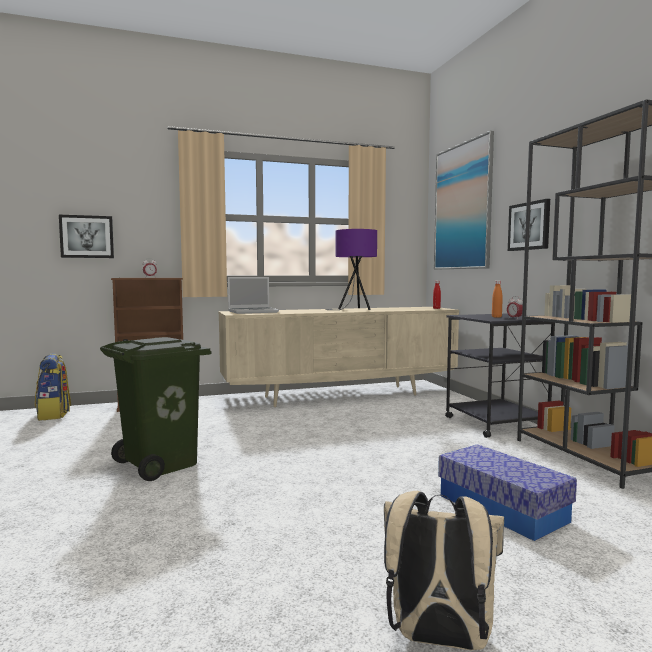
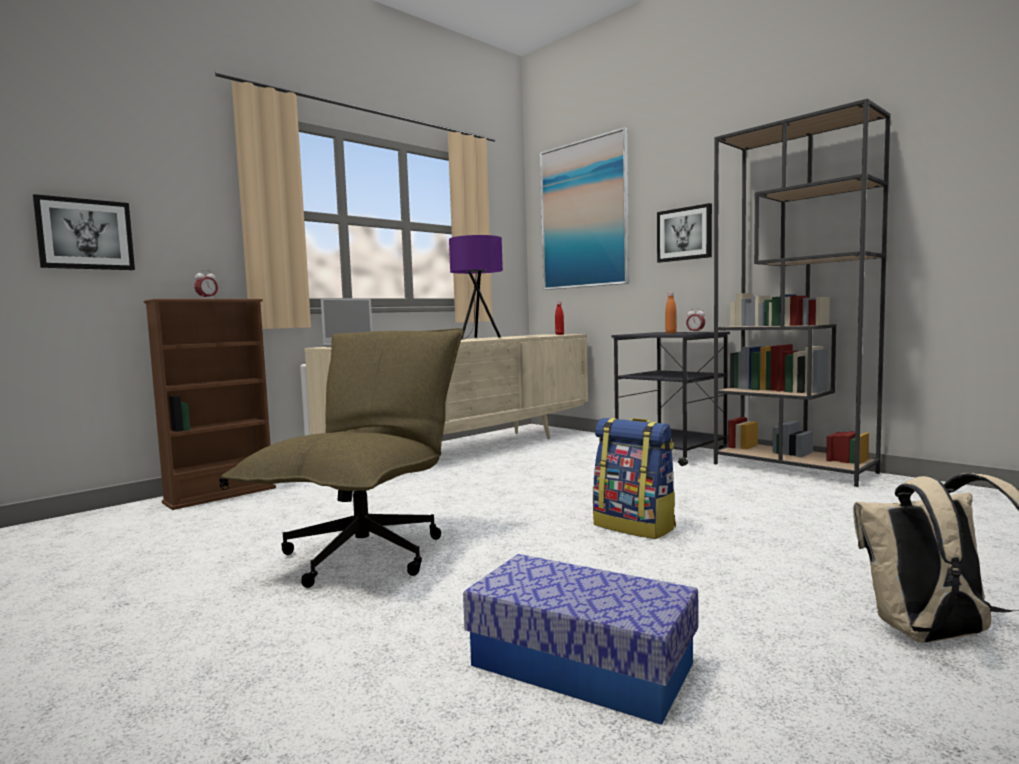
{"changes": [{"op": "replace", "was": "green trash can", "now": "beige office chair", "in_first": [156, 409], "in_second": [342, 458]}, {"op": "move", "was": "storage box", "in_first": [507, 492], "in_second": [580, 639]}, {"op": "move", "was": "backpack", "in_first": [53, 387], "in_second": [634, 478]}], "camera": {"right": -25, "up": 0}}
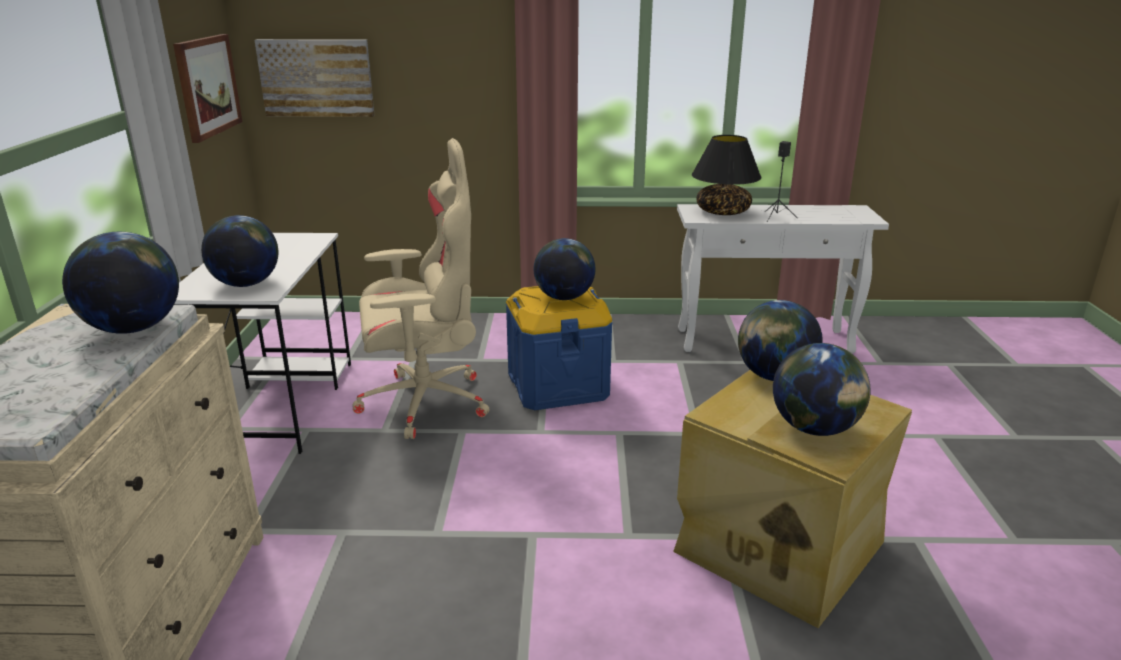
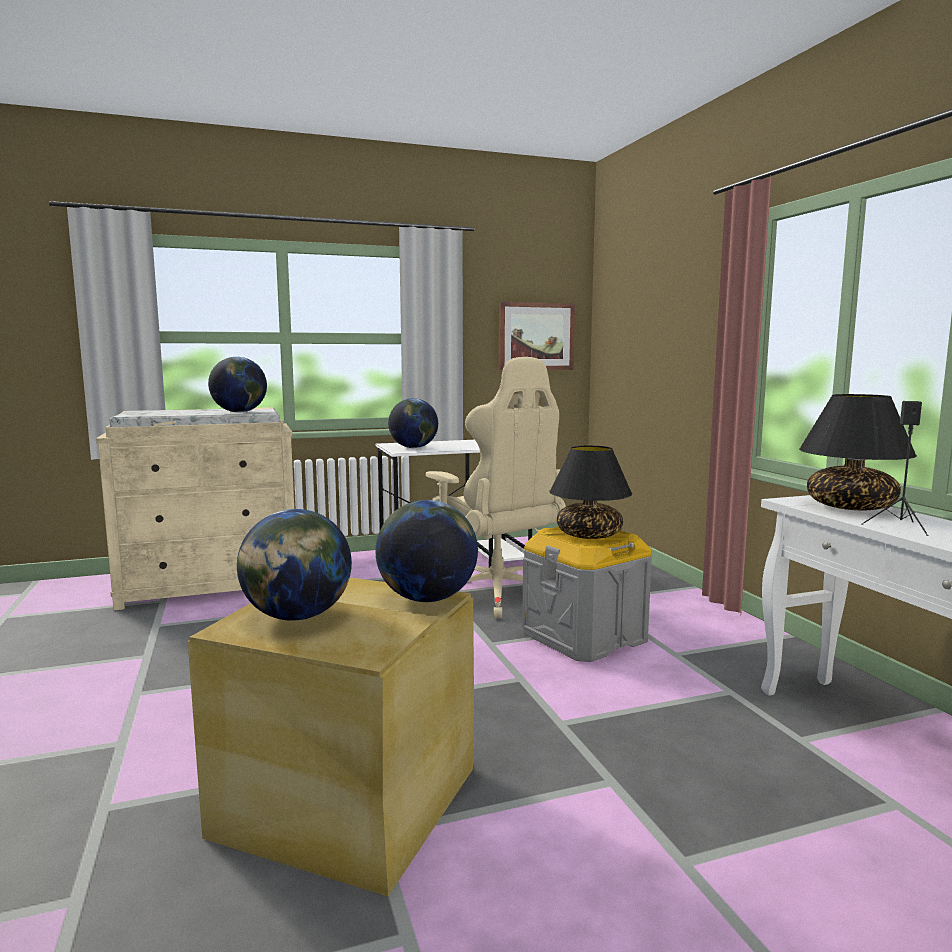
{"changes": [{"op": "recolor", "was": "blue storage box", "now": "grey storage box", "in_first": [559, 348], "in_second": [587, 594]}, {"op": "replace", "was": "globe", "now": "black table lamp", "in_first": [564, 269], "in_second": [590, 492]}, {"op": "delete", "was": "picture", "in_first": [315, 78]}], "camera": {"right": 70, "up": -15}}
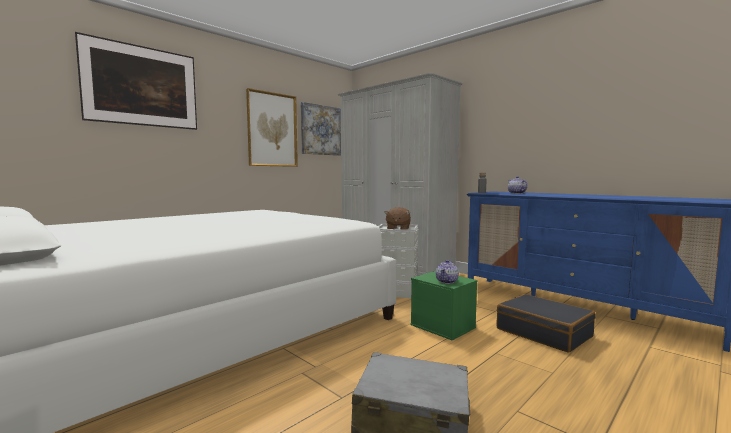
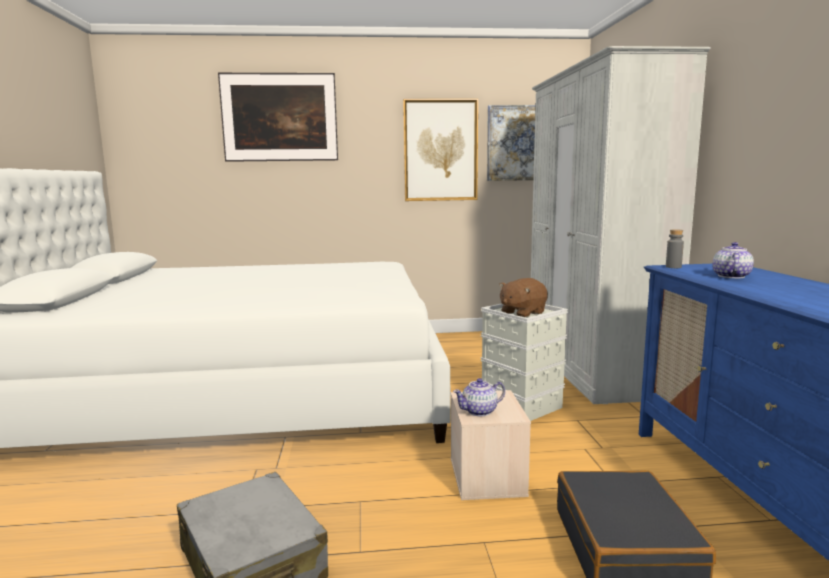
{"changes": [{"op": "recolor", "was": "green storage box", "now": "beige storage box", "in_first": [443, 306], "in_second": [491, 445]}], "camera": {"right": 40, "up": 5}}
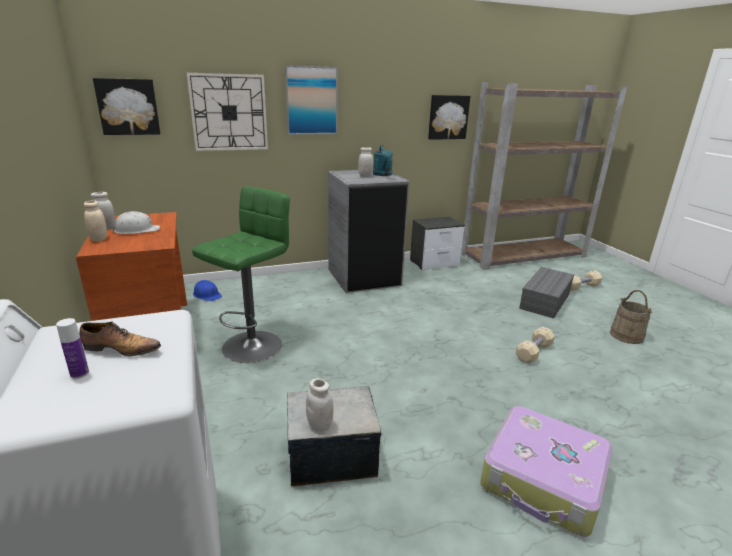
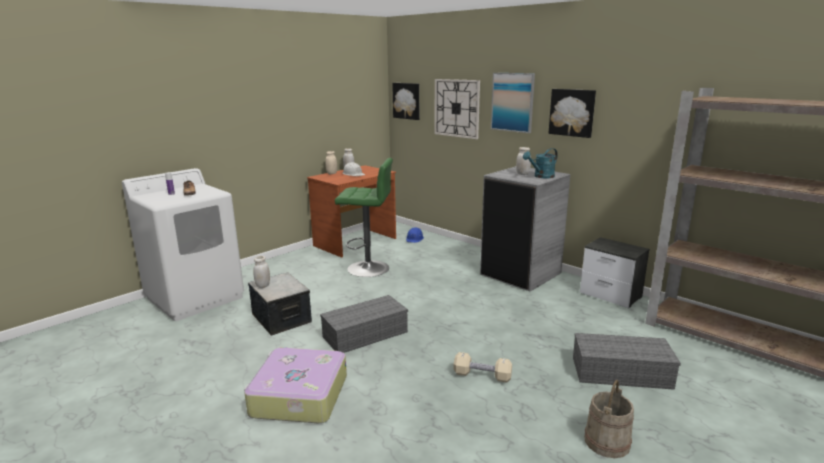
{"changes": [{"op": "insert", "now": "grey storage box", "in_second": [364, 324]}, {"op": "move", "was": "picture", "in_first": [449, 117], "in_second": [572, 113]}, {"op": "delete", "was": "beige dumbbell", "in_first": [586, 280]}], "camera": {"right": 65, "up": -5}}
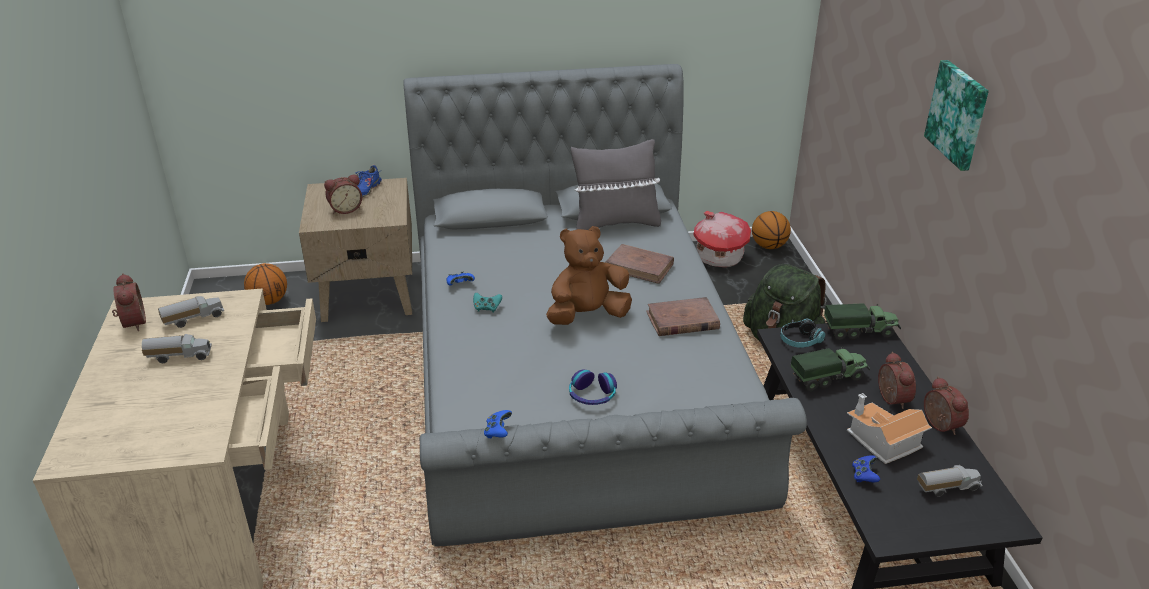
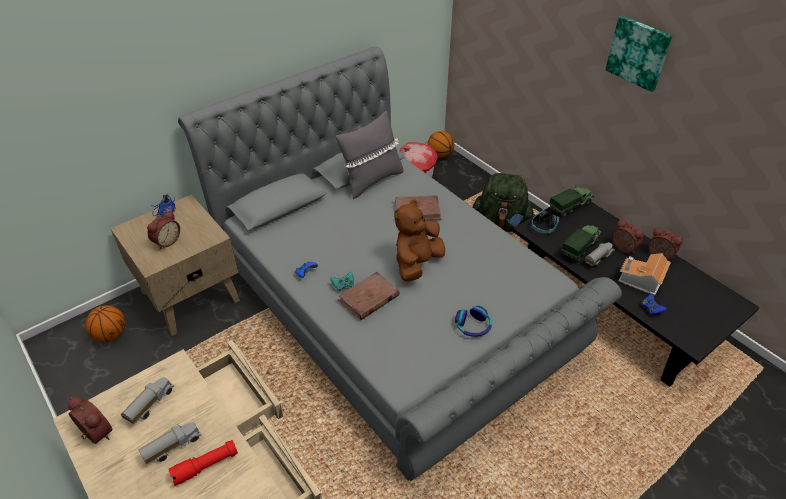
{"changes": [{"op": "insert", "now": "red flashlight", "in_second": [203, 463]}, {"op": "move", "was": "brown book", "in_first": [683, 316], "in_second": [369, 296]}, {"op": "move", "was": "toy truck", "in_first": [950, 481], "in_second": [600, 254]}, {"op": "delete", "was": "blue game controller", "in_first": [498, 424]}], "camera": {"right": -30, "up": 10}}
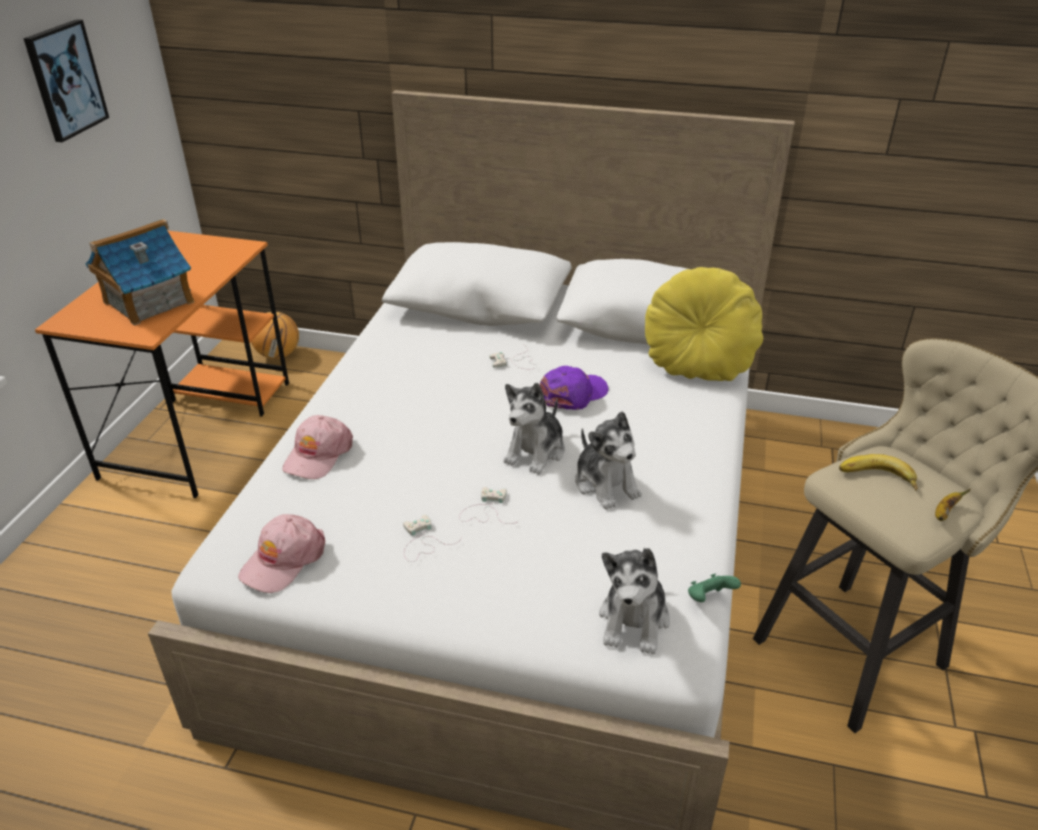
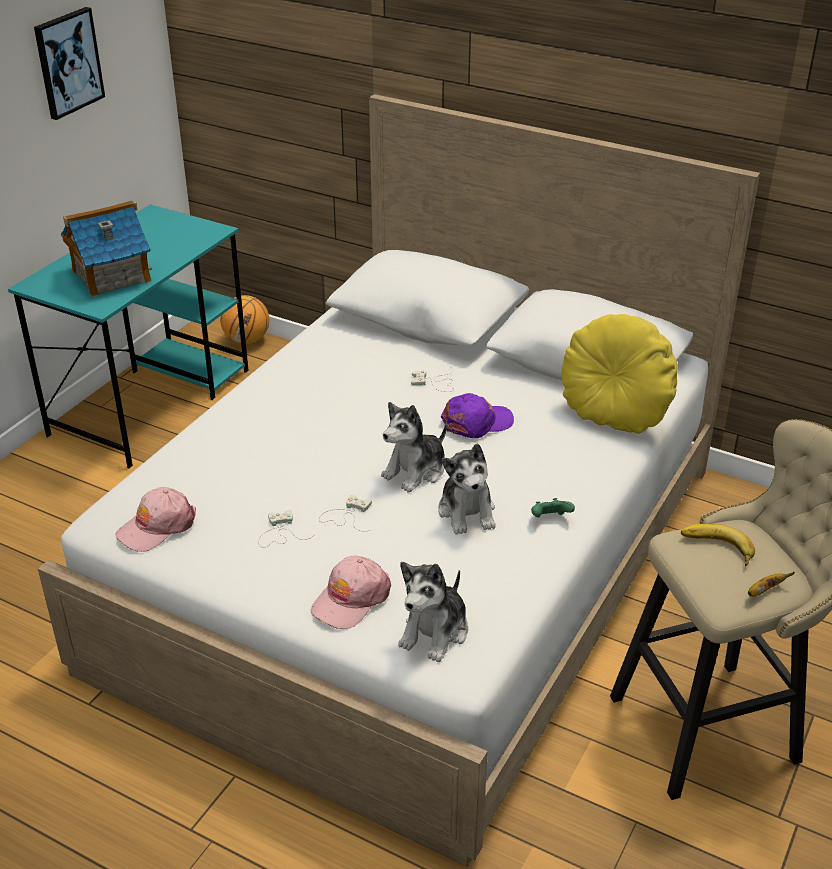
{"changes": [{"op": "recolor", "was": "orange desk", "now": "turquoise desk", "in_first": [162, 364], "in_second": [128, 336]}, {"op": "move", "was": "pink cap", "in_first": [317, 447], "in_second": [351, 592]}, {"op": "move", "was": "green game controller", "in_first": [714, 588], "in_second": [553, 507]}], "camera": {"right": 15, "up": 0}}
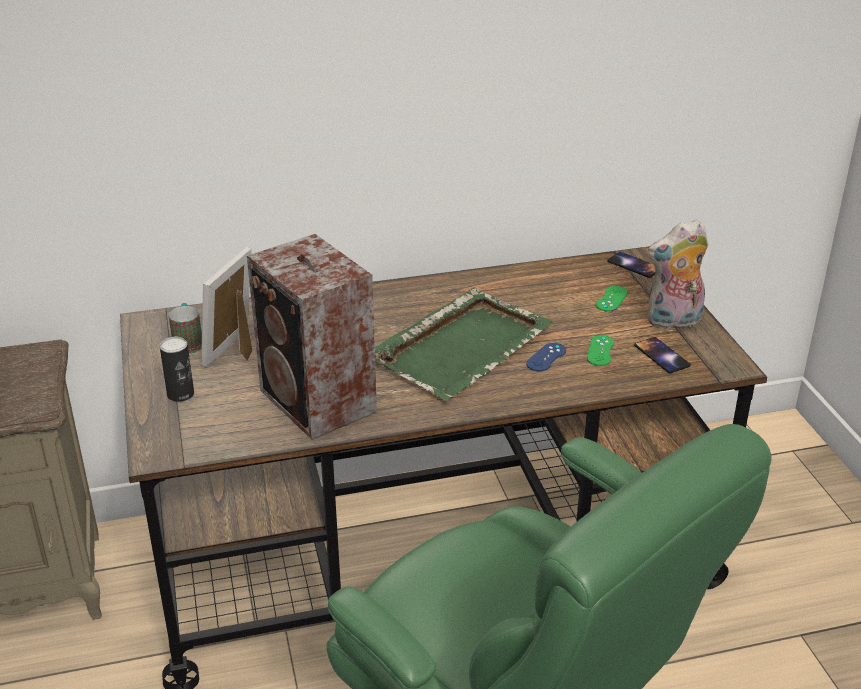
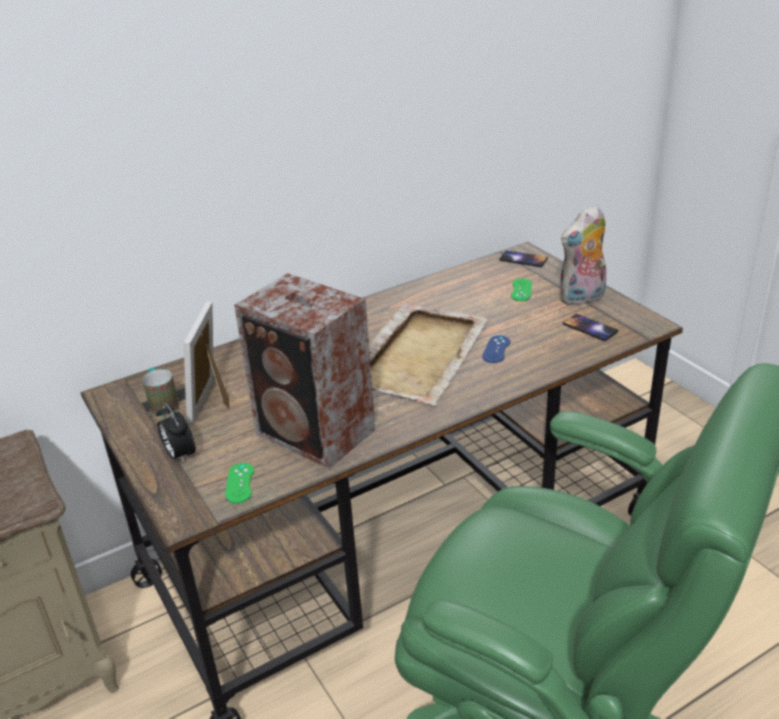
{"changes": [{"op": "replace", "was": "can", "now": "alarm clock", "in_first": [177, 369], "in_second": [176, 433]}, {"op": "move", "was": "green game controller", "in_first": [600, 350], "in_second": [239, 483]}, {"op": "recolor", "was": "green tray", "now": "beige tray", "in_first": [464, 344], "in_second": [428, 354]}], "camera": {"right": -15, "up": 0}}
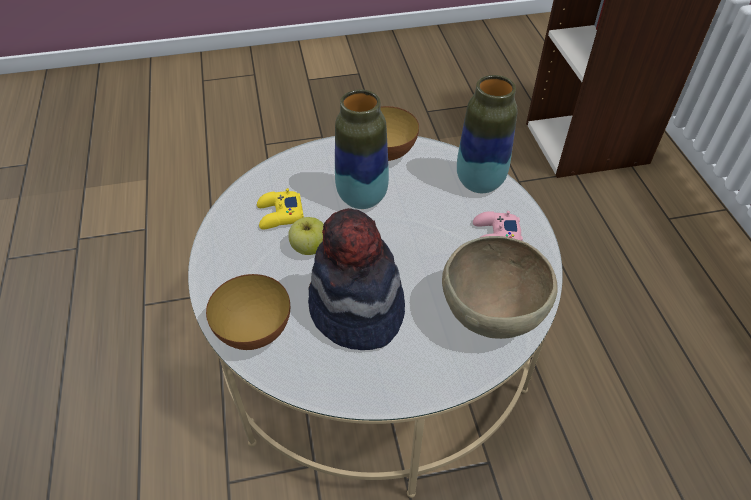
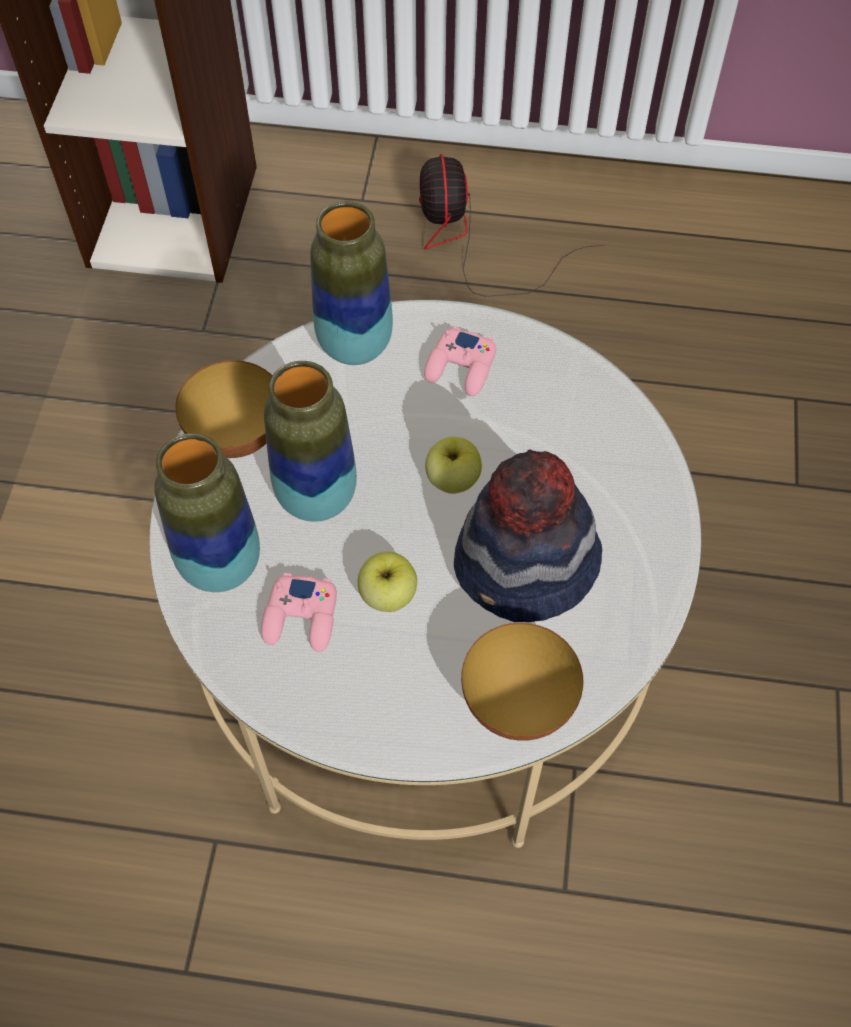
{"changes": [{"op": "insert", "now": "vase", "in_second": [207, 512]}, {"op": "recolor", "was": "yellow game controller", "now": "pink game controller", "in_first": [280, 208], "in_second": [299, 612]}, {"op": "insert", "now": "fan", "in_second": [512, 225]}, {"op": "insert", "now": "apple", "in_second": [453, 465]}, {"op": "delete", "was": "brown bowl", "in_first": [500, 287]}], "camera": {"right": -70, "up": 10}}
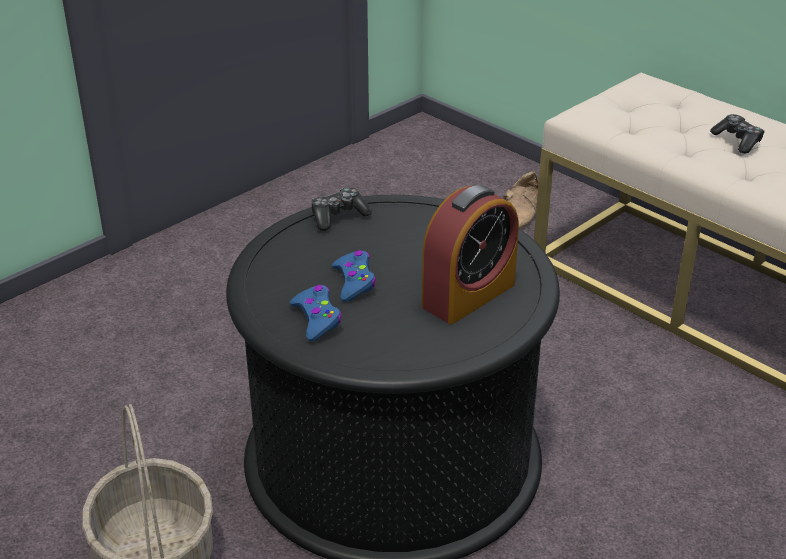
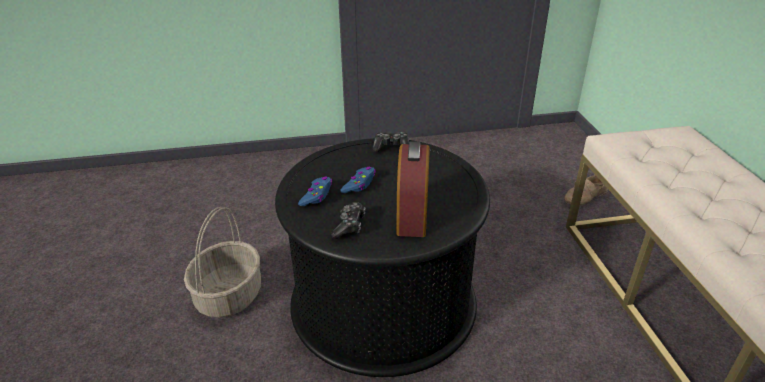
{"changes": [{"op": "move", "was": "game controller", "in_first": [737, 133], "in_second": [348, 220]}, {"op": "rotate", "was": "alarm clock", "in_first": [470, 254], "in_second": [413, 189], "clockwise": -75}], "camera": {"right": 35, "up": 0}}
